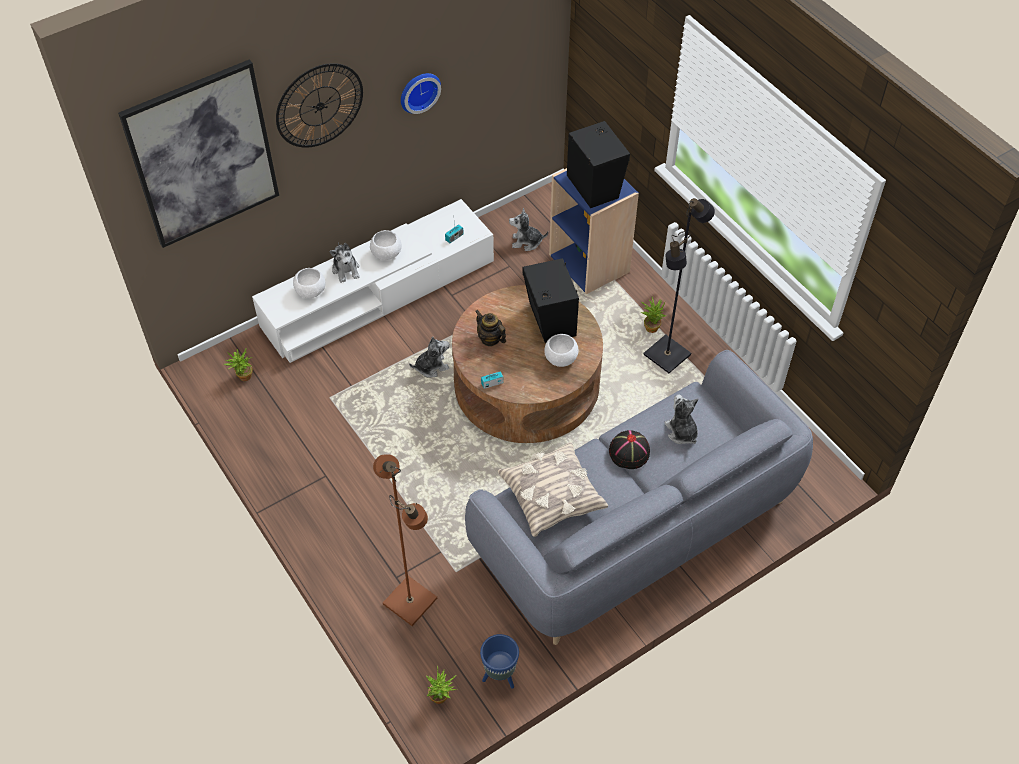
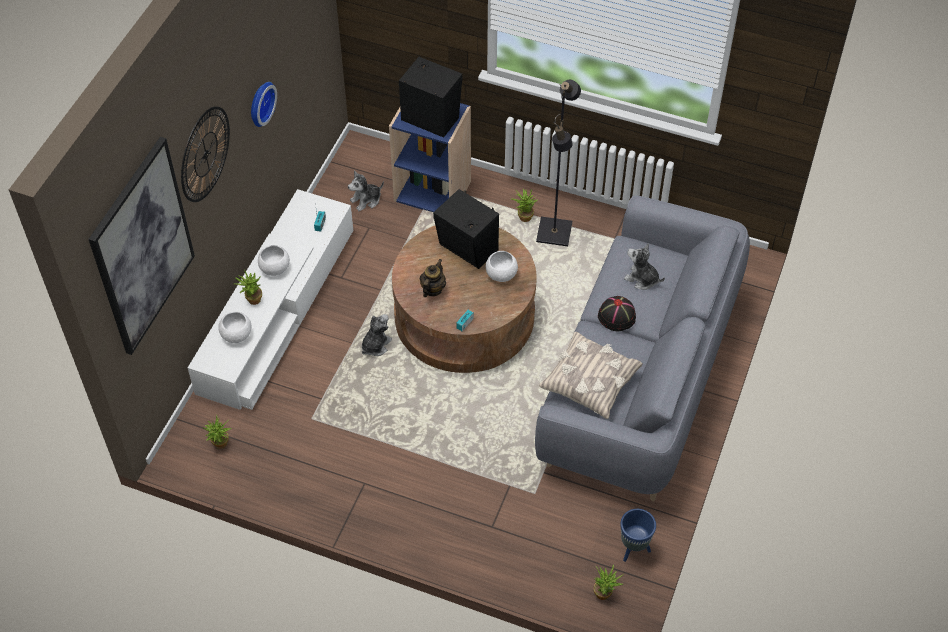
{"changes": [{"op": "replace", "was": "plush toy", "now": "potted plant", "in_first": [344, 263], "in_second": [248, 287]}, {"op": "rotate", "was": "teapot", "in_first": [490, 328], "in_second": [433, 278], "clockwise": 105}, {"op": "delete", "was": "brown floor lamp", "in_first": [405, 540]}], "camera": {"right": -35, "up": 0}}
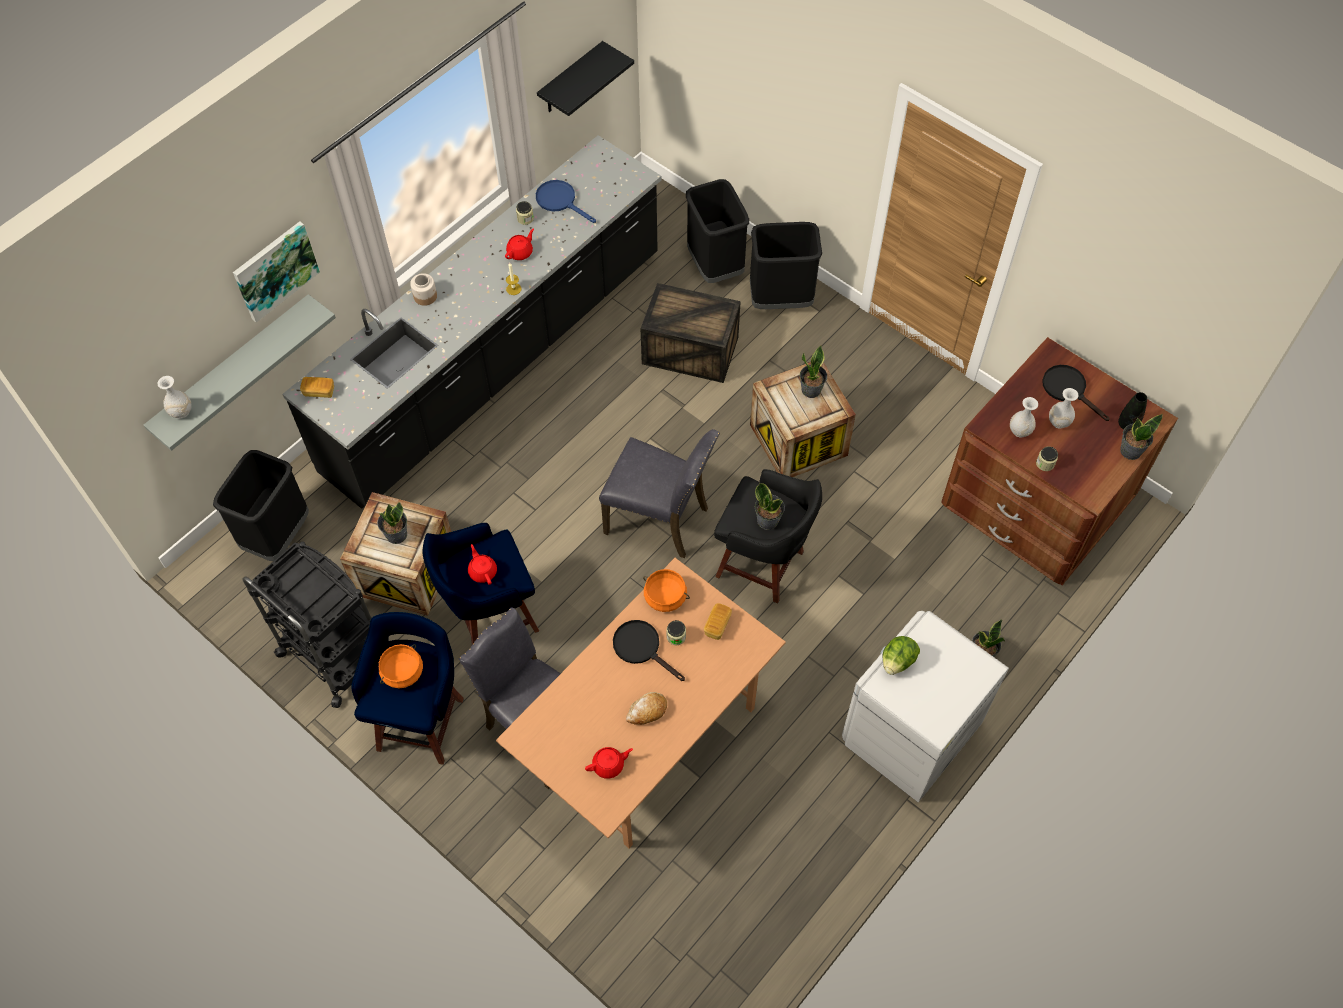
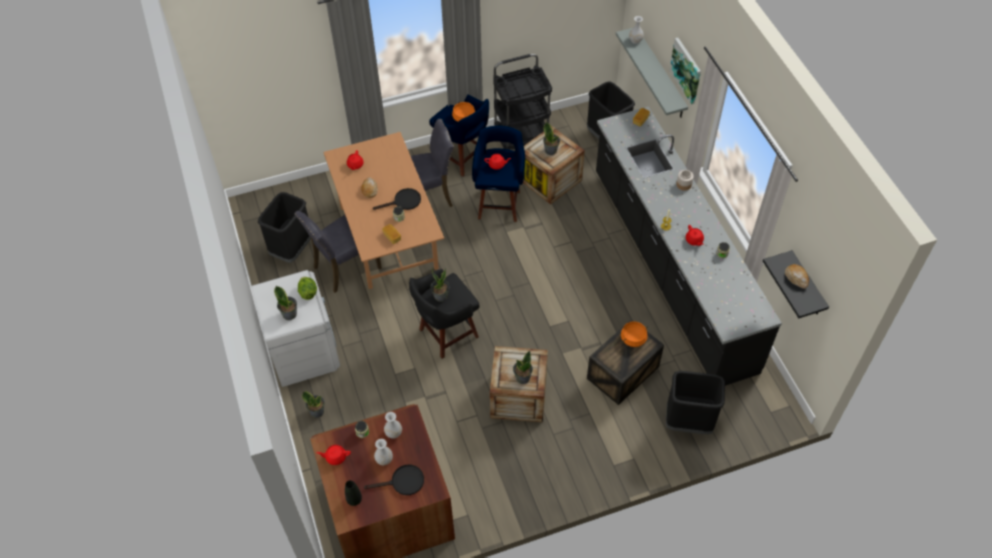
{"changes": [{"op": "move", "was": "black trash can", "in_first": [786, 265], "in_second": [284, 227]}, {"op": "move", "was": "potted plant", "in_first": [1141, 437], "in_second": [285, 303]}, {"op": "move", "was": "grey chair", "in_first": [659, 493], "in_second": [338, 252]}, {"op": "insert", "now": "red teapot", "in_second": [334, 455]}, {"op": "move", "was": "orange cooking pot", "in_first": [666, 590], "in_second": [634, 334]}, {"op": "insert", "now": "bread", "in_second": [797, 276]}, {"op": "delete", "was": "blue frying pan", "in_first": [566, 201]}], "camera": {"right": 120, "up": -5}}
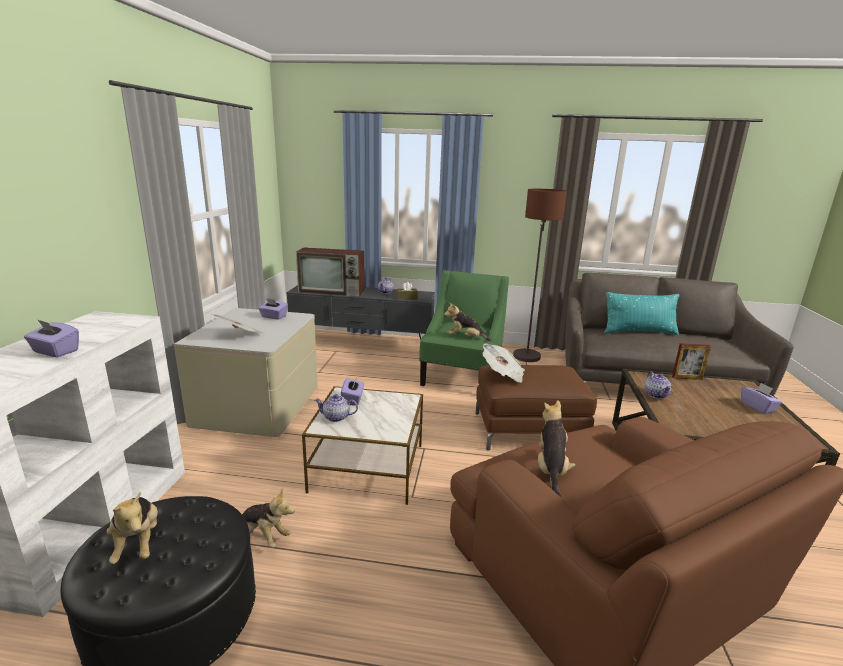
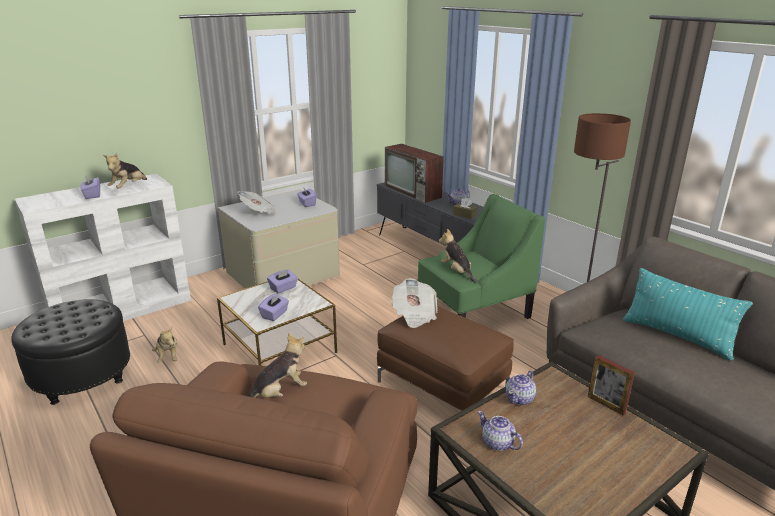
{"changes": [{"op": "move", "was": "plush toy", "in_first": [132, 528], "in_second": [125, 171]}, {"op": "move", "was": "purple tissue box", "in_first": [761, 398], "in_second": [273, 307]}, {"op": "move", "was": "teapot", "in_first": [336, 408], "in_second": [500, 431]}], "camera": {"right": 45, "up": 5}}
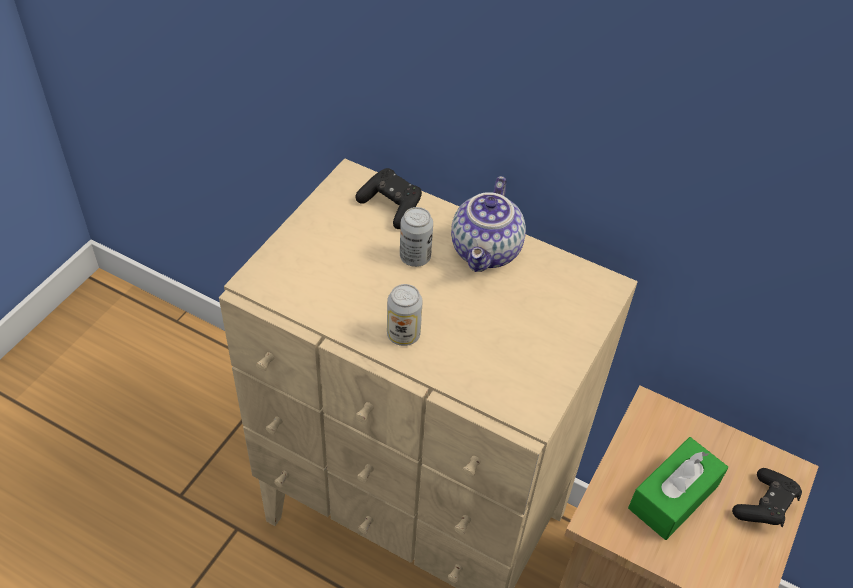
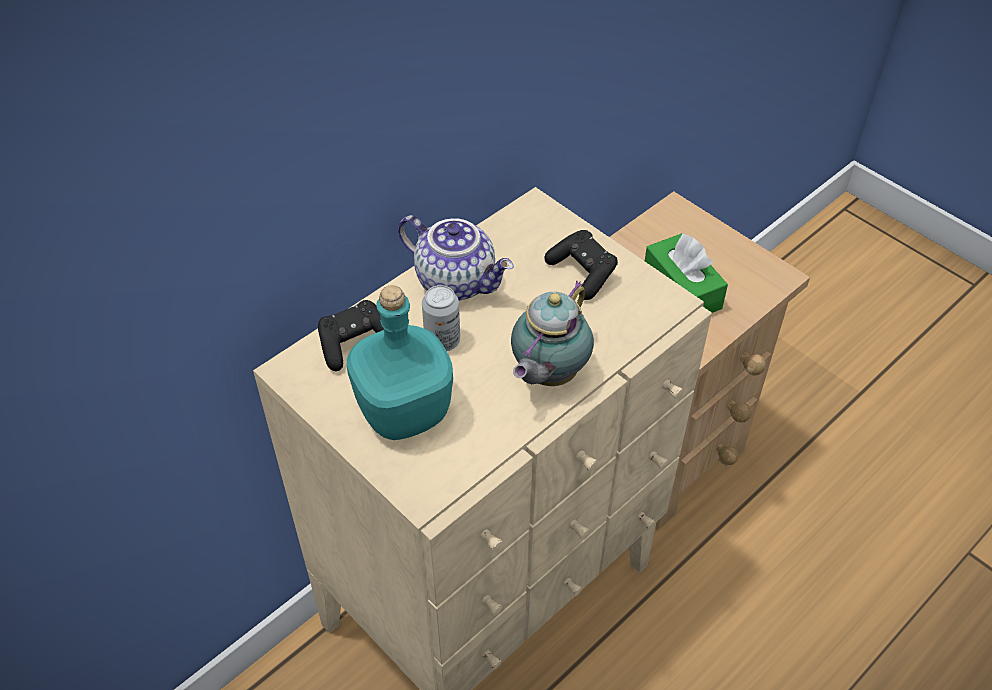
{"changes": [{"op": "insert", "now": "turquoise bottle", "in_second": [400, 362]}, {"op": "replace", "was": "can", "now": "teapot", "in_first": [405, 315], "in_second": [552, 333]}, {"op": "move", "was": "black game controller", "in_first": [767, 497], "in_second": [581, 265]}], "camera": {"right": -70, "up": 0}}
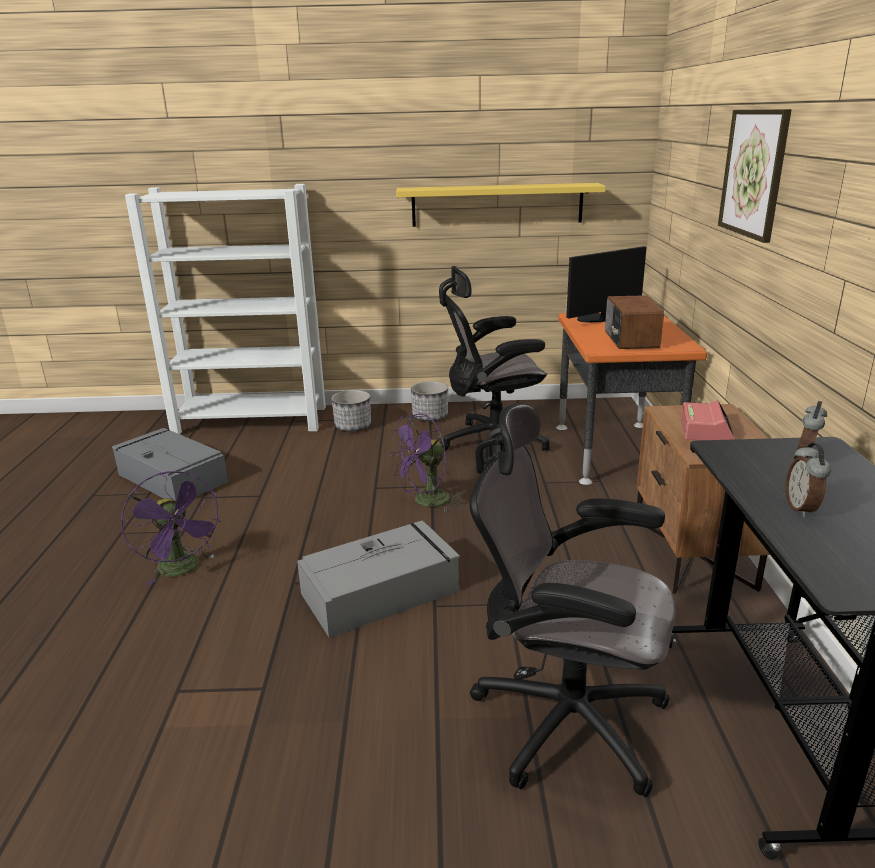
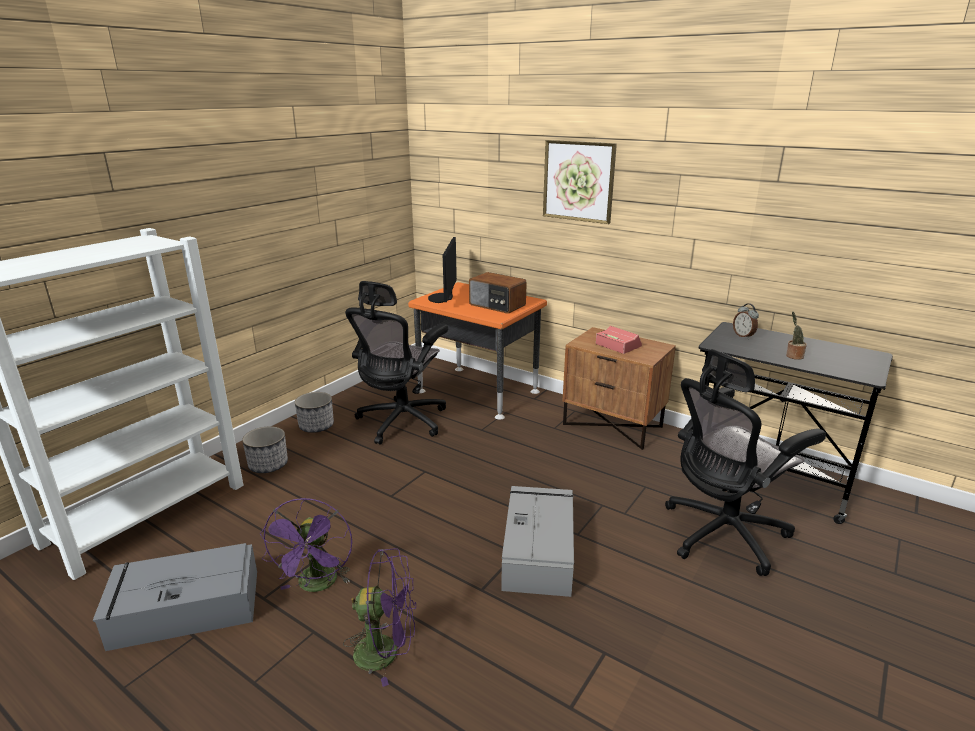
{"changes": [{"op": "move", "was": "purple fan", "in_first": [425, 462], "in_second": [306, 545]}, {"op": "replace", "was": "alarm clock", "now": "potted plant", "in_first": [808, 479], "in_second": [796, 335]}, {"op": "delete", "was": "yellow shelf", "in_first": [501, 205]}], "camera": {"right": -55, "up": 0}}
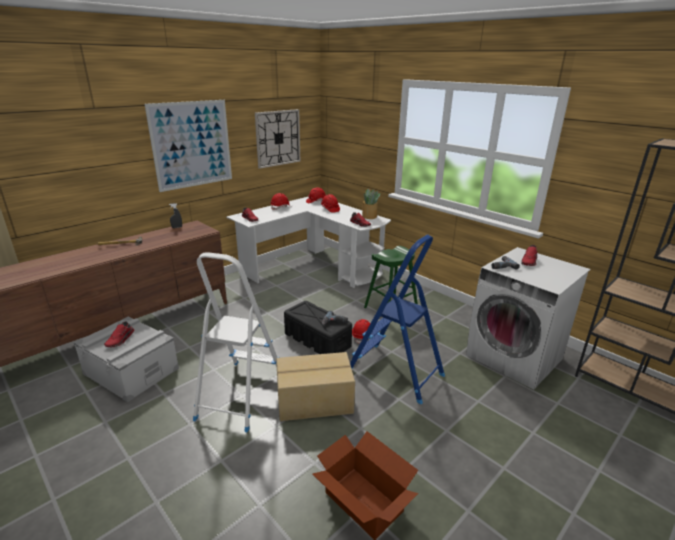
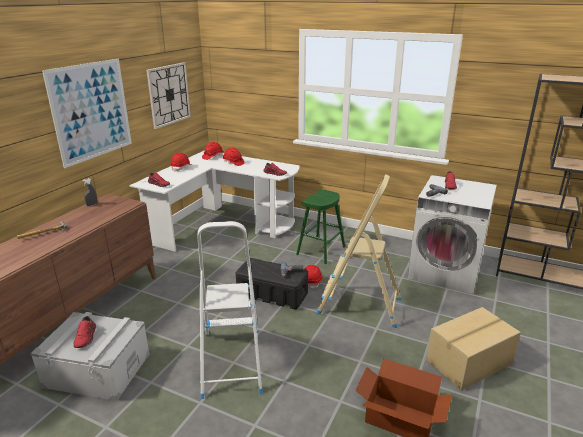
{"changes": [{"op": "recolor", "was": "blue step ladder", "now": "beige step ladder", "in_first": [397, 319], "in_second": [359, 251]}, {"op": "move", "was": "cardboard box", "in_first": [315, 386], "in_second": [473, 348]}, {"op": "delete", "was": "potted plant", "in_first": [371, 203]}], "camera": {"right": -20, "up": 0}}
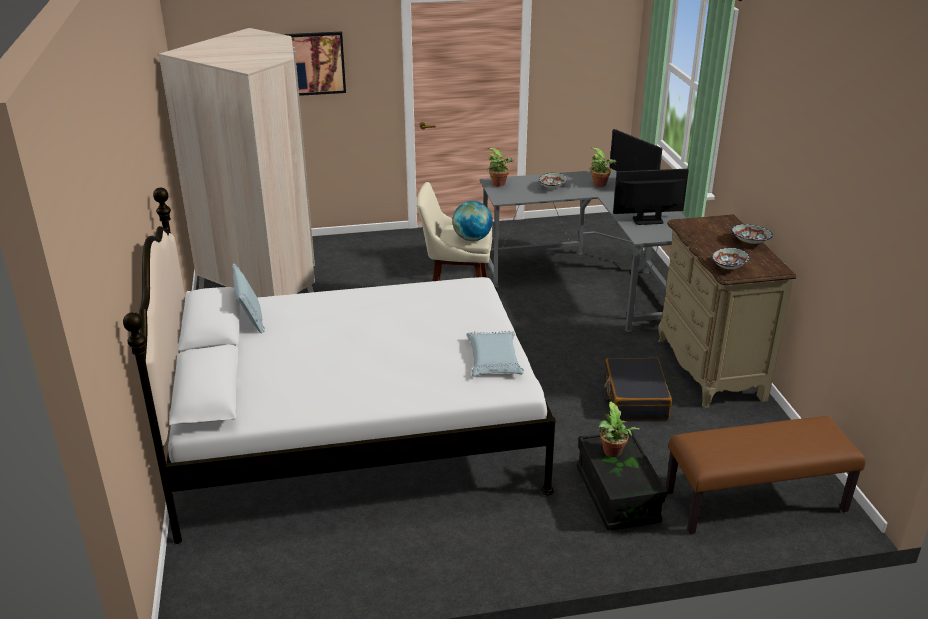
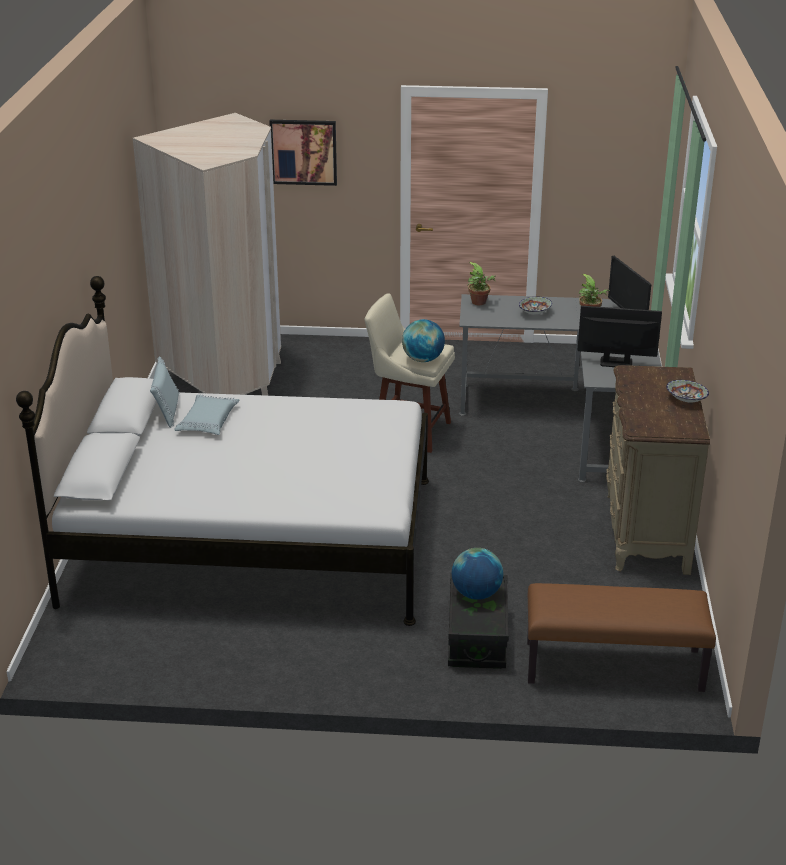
{"changes": [{"op": "move", "was": "blue pillow", "in_first": [495, 354], "in_second": [206, 414]}, {"op": "replace", "was": "potted plant", "now": "globe", "in_first": [619, 429], "in_second": [477, 574]}, {"op": "delete", "was": "black suitcase", "in_first": [638, 389]}, {"op": "delete", "was": "bowl", "in_first": [730, 258]}], "camera": {"right": 15, "up": 0}}
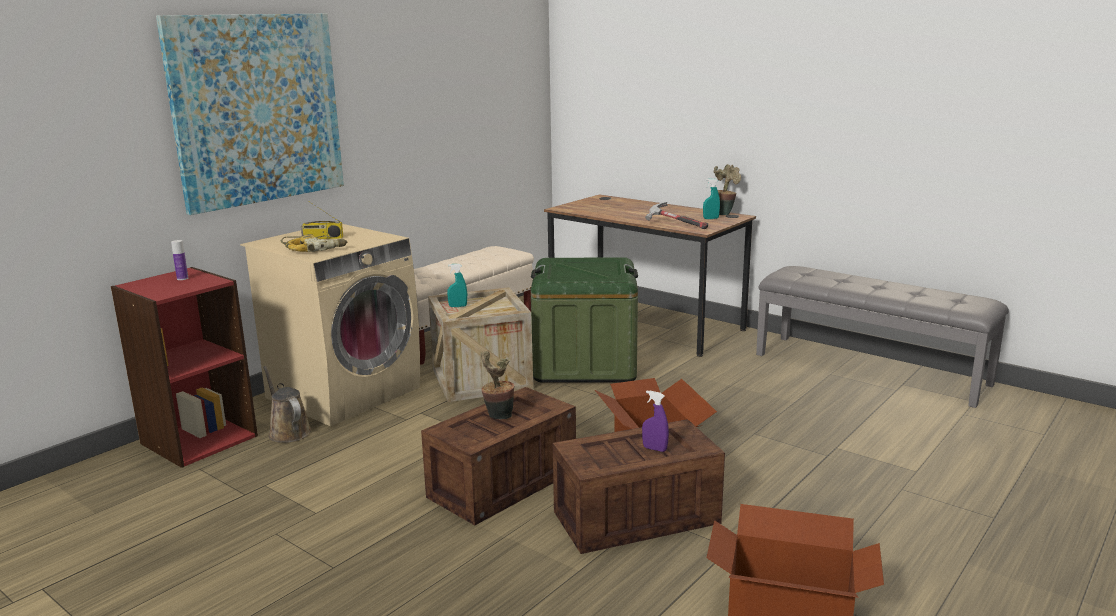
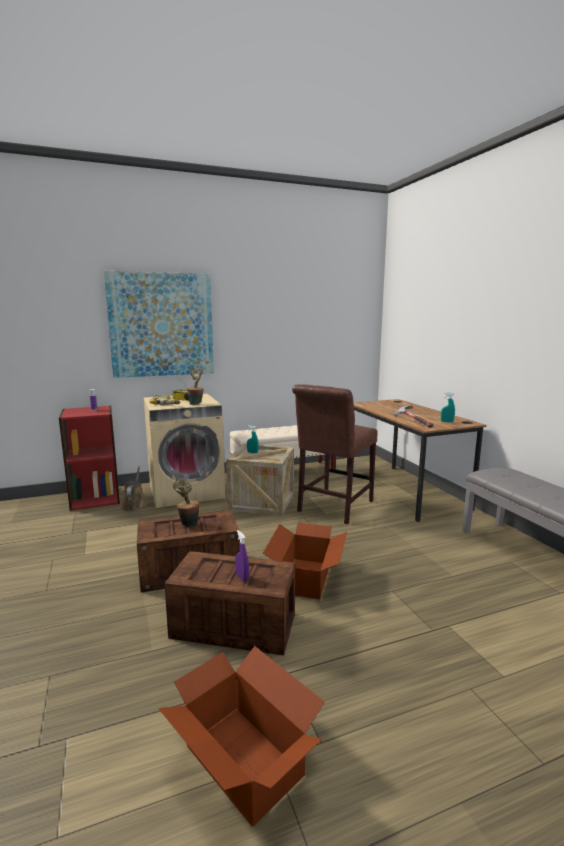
{"changes": [{"op": "move", "was": "potted plant", "in_first": [727, 190], "in_second": [195, 387]}, {"op": "replace", "was": "green storage box", "now": "brown chair", "in_first": [584, 320], "in_second": [335, 454]}], "camera": {"right": 30, "up": -5}}
